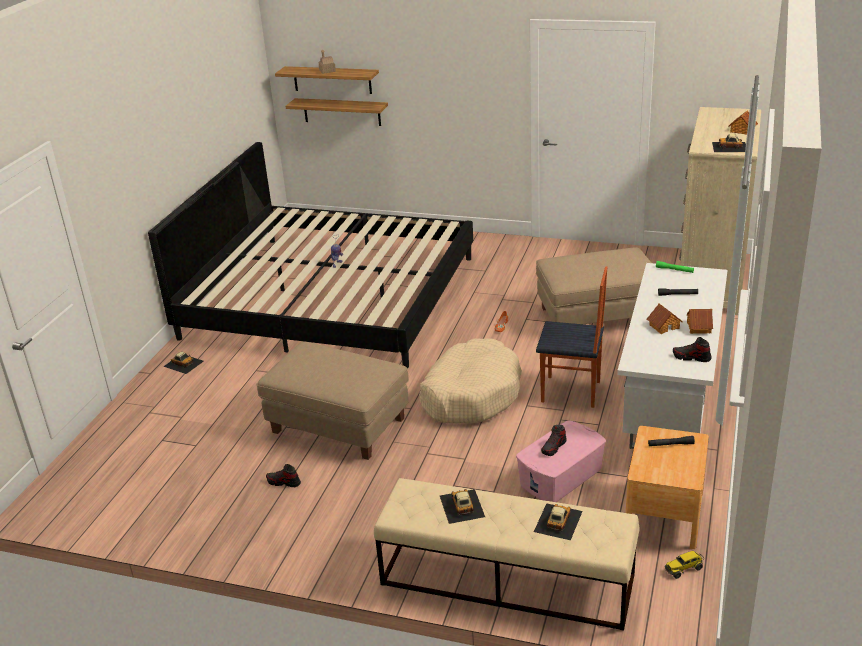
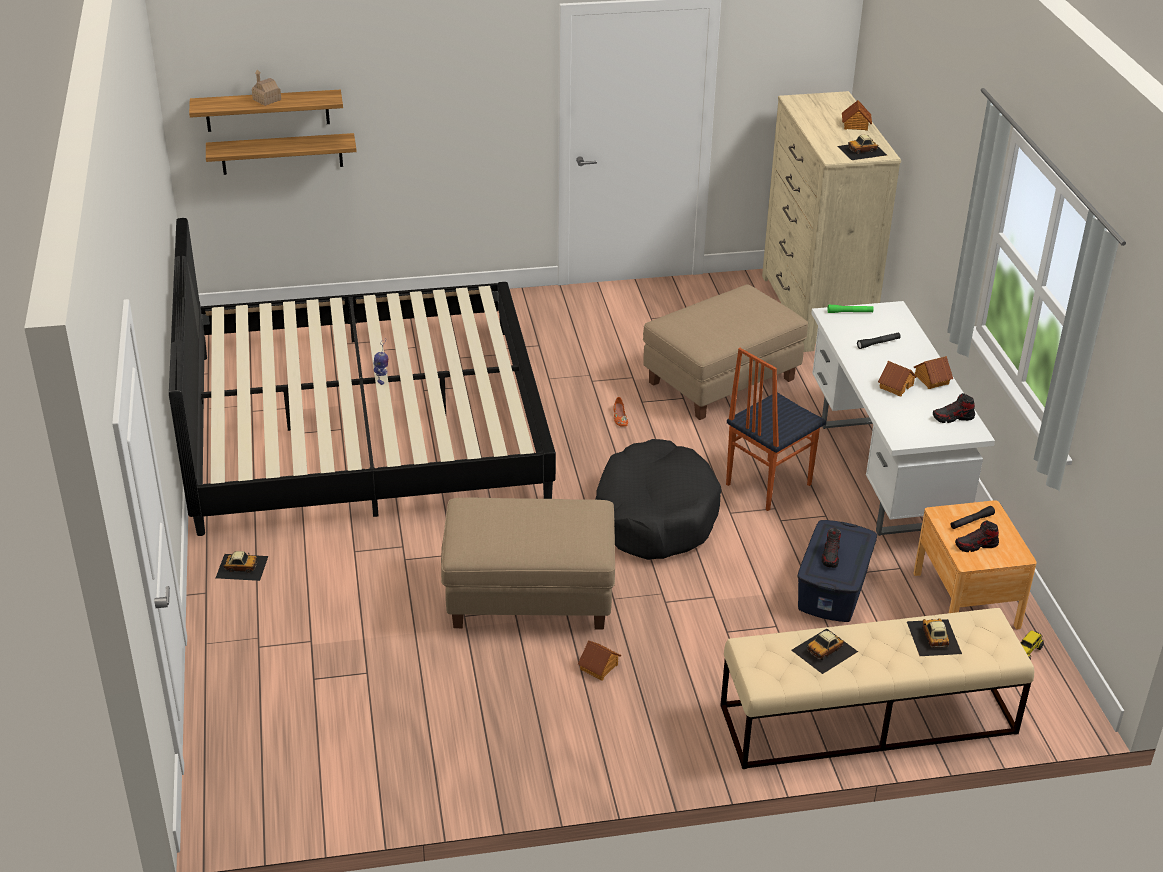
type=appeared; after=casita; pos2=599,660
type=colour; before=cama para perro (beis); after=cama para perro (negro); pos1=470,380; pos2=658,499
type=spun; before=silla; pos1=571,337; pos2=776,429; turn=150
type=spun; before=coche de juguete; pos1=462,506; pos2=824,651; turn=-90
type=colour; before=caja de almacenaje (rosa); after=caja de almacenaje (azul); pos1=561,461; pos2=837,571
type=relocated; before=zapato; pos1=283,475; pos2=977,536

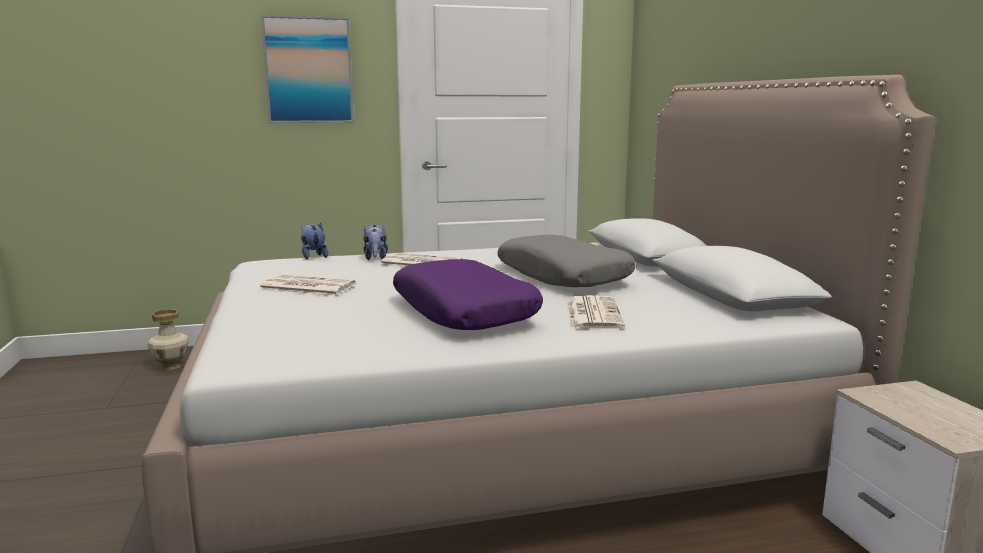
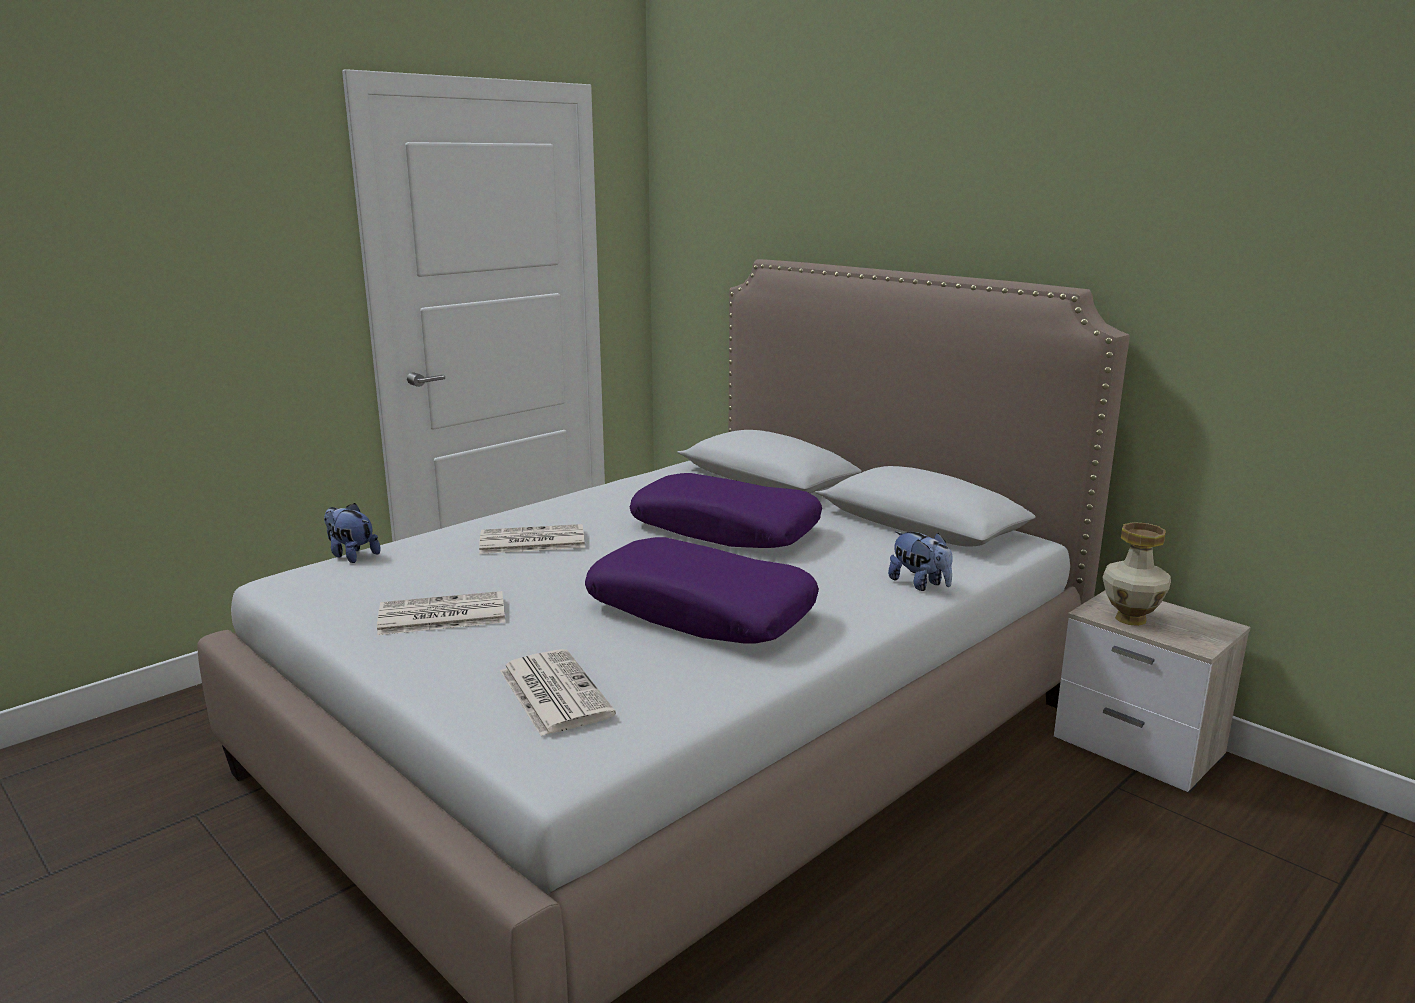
type=relocated; before=periódico; pos1=596,312; pos2=558,692
type=colour; before=cojín (gris); after=cojín (morado); pos1=566,261; pos2=726,510
type=relocated; before=peluche; pos1=375,242; pos2=920,561
type=relocated; before=florero; pos1=168,339; pos2=1136,574
type=missing; before=cuadro; pos1=307,69

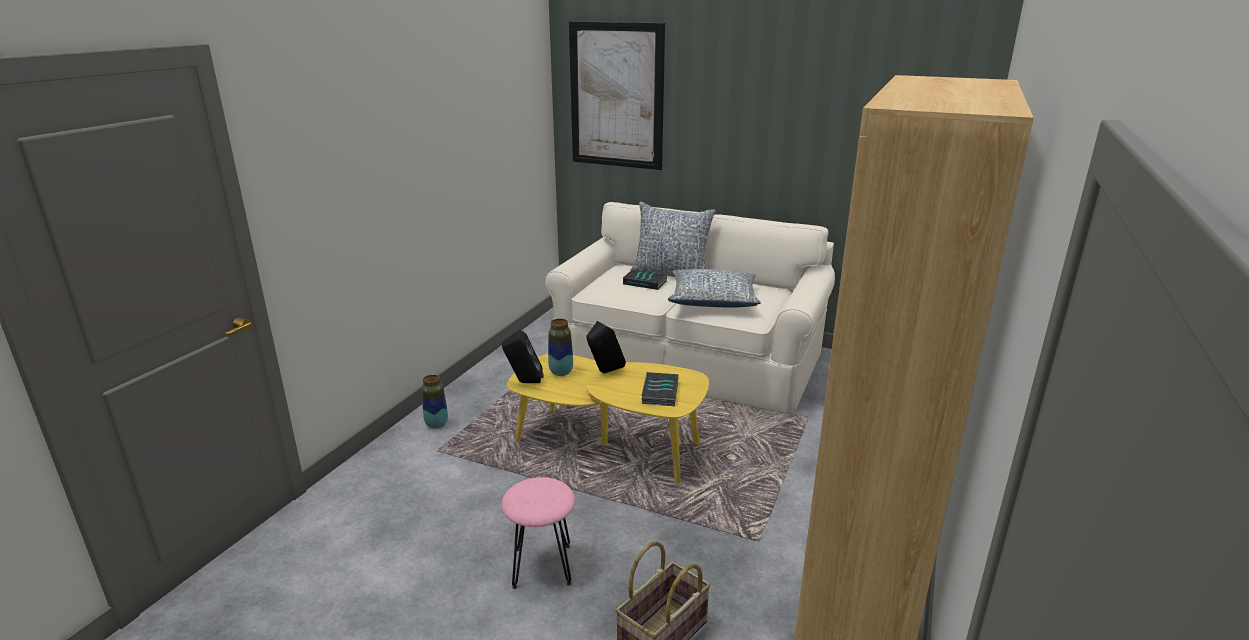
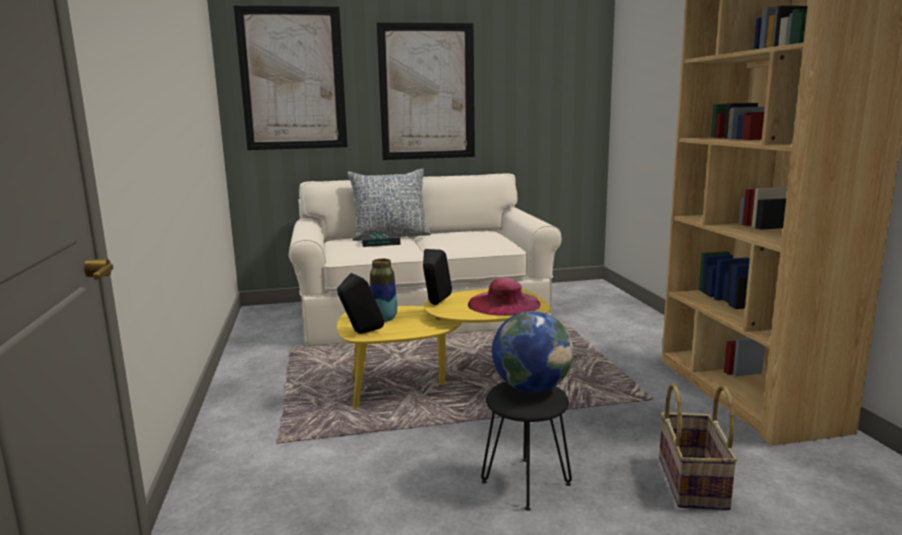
type=appeared; after=cuadro; pos2=425,91
type=exchanged; before=libro; after=sombrero (rosa); pos1=660,389; pos2=504,297
type=colour; before=taburete (rosa); after=taburete (negro); pos1=538,533; pos2=526,446
type=appeared; after=globo terráqueo; pos2=533,352
type=missing; before=florero; pos1=434,402
type=missing; before=cojín; pos1=714,288

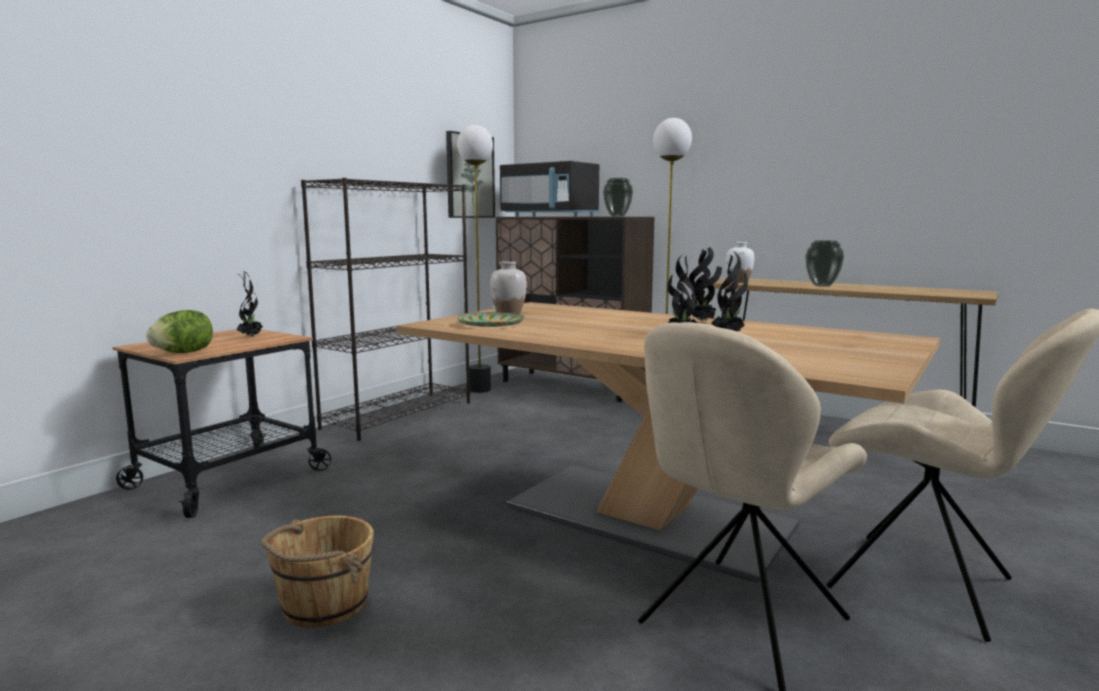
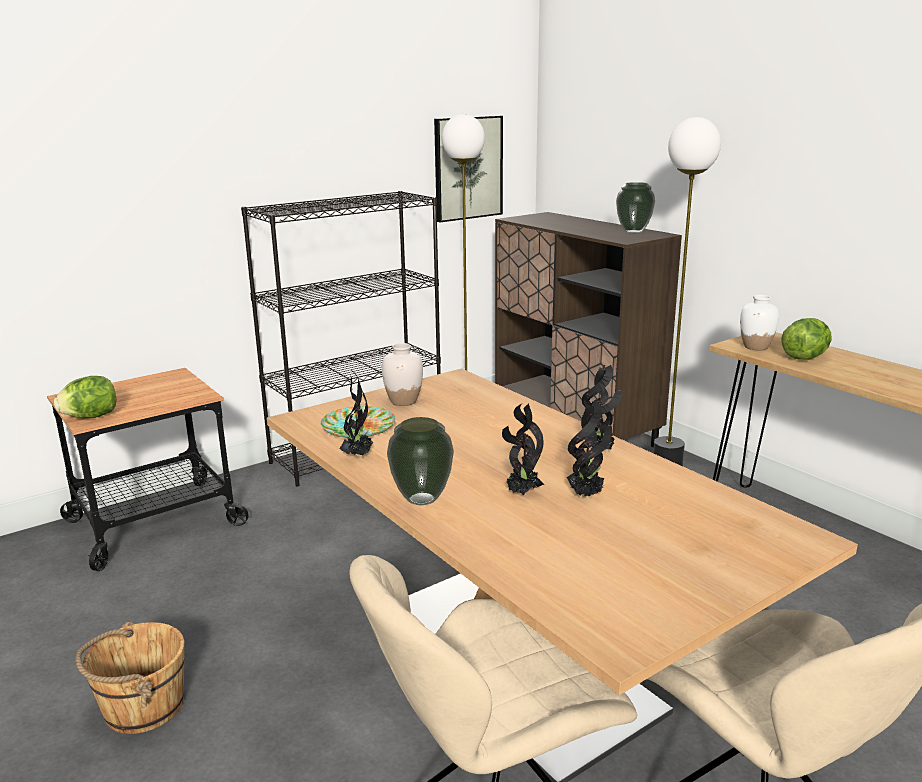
type=relocated; before=planta en maceta; pos1=249,304; pos2=356,412
type=relocated; before=florero; pos1=824,263; pos2=420,461
type=appeared; after=lechuga; pos2=806,339
type=missing; before=microondas (negro); pos1=549,189

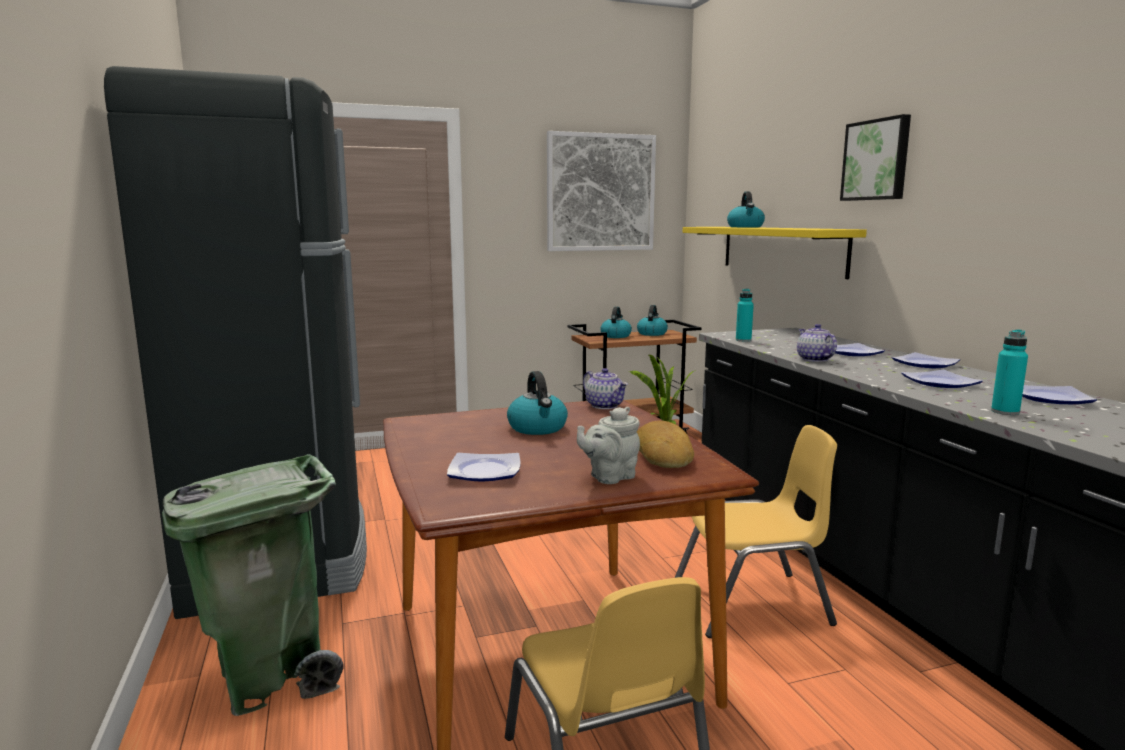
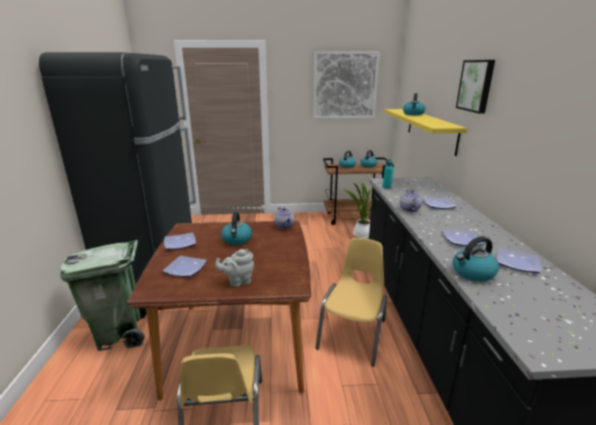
type=relocated; before=plato; pos1=926,360; pos2=180,241
type=spun; before=silla (amarillo); pos1=756,531; pos2=351,302; turn=-75
type=exchanged; before=botella (turquesa); after=hervidor; pos1=1009,372; pos2=476,259
type=missing; before=pan; pos1=665,444

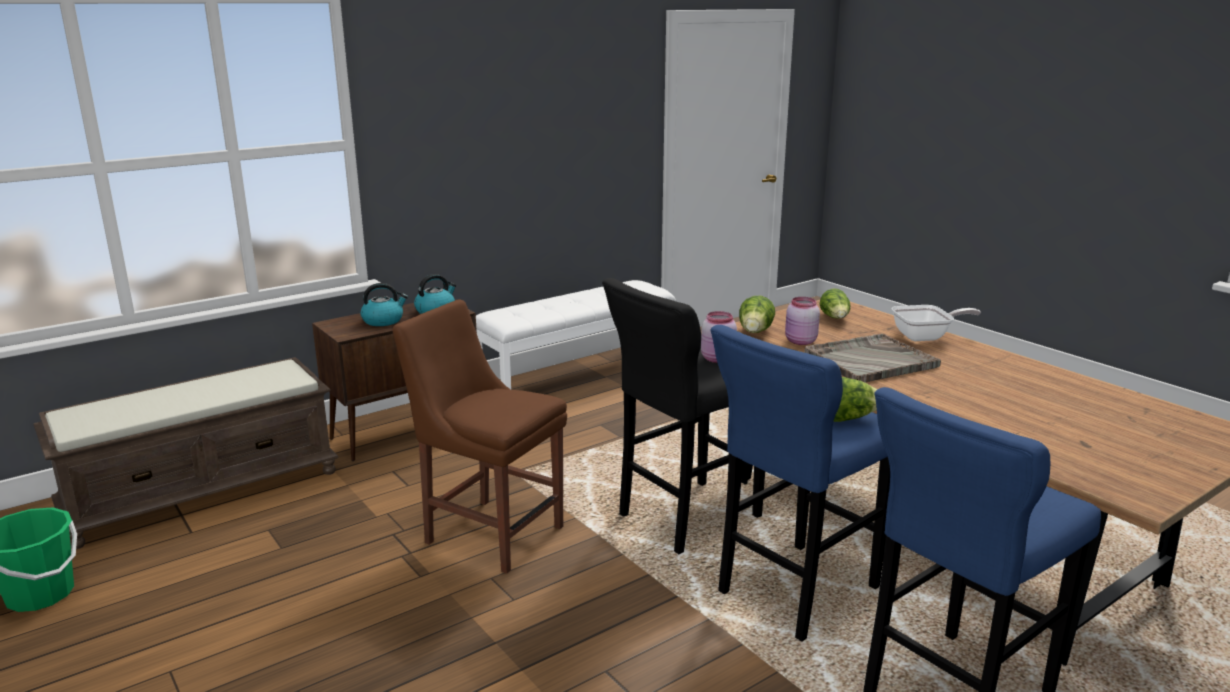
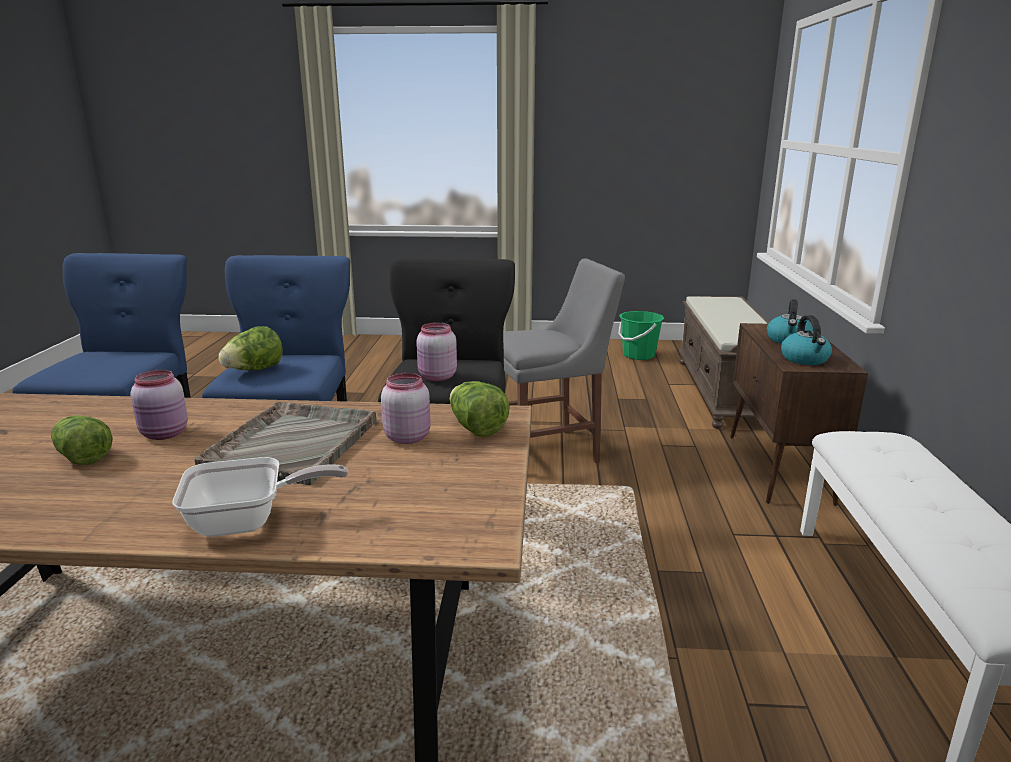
type=relocated; before=lechuga; pos1=835,304; pos2=82,440
type=appeared; after=tarro (rosa); pos2=159,405
type=spun; before=sartén; pos1=936,323; pos2=260,497; turn=-135
type=colour; before=silla (marrón); after=silla (gris); pos1=480,437; pos2=564,360

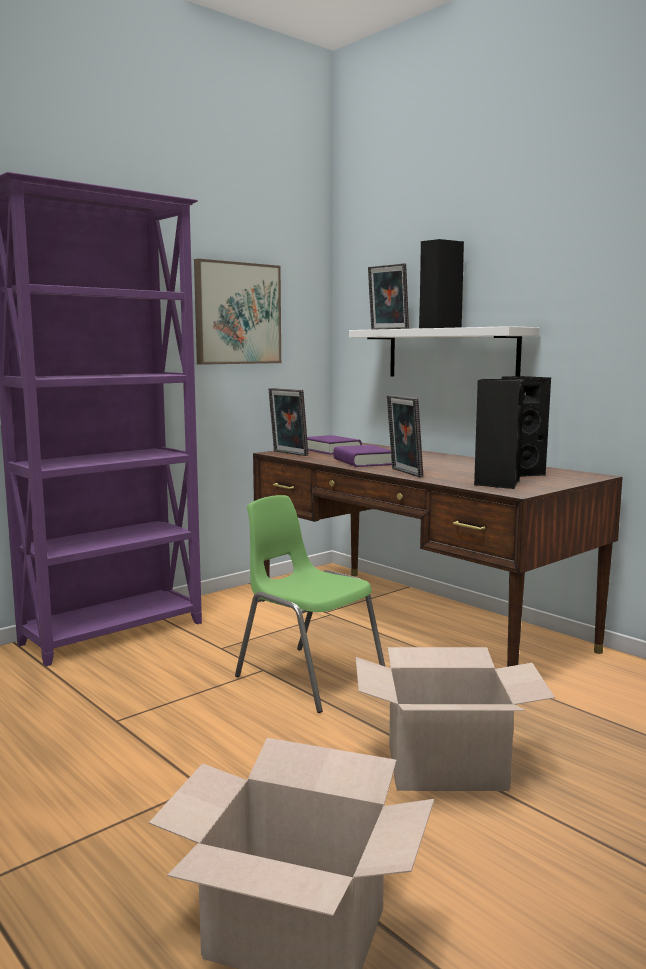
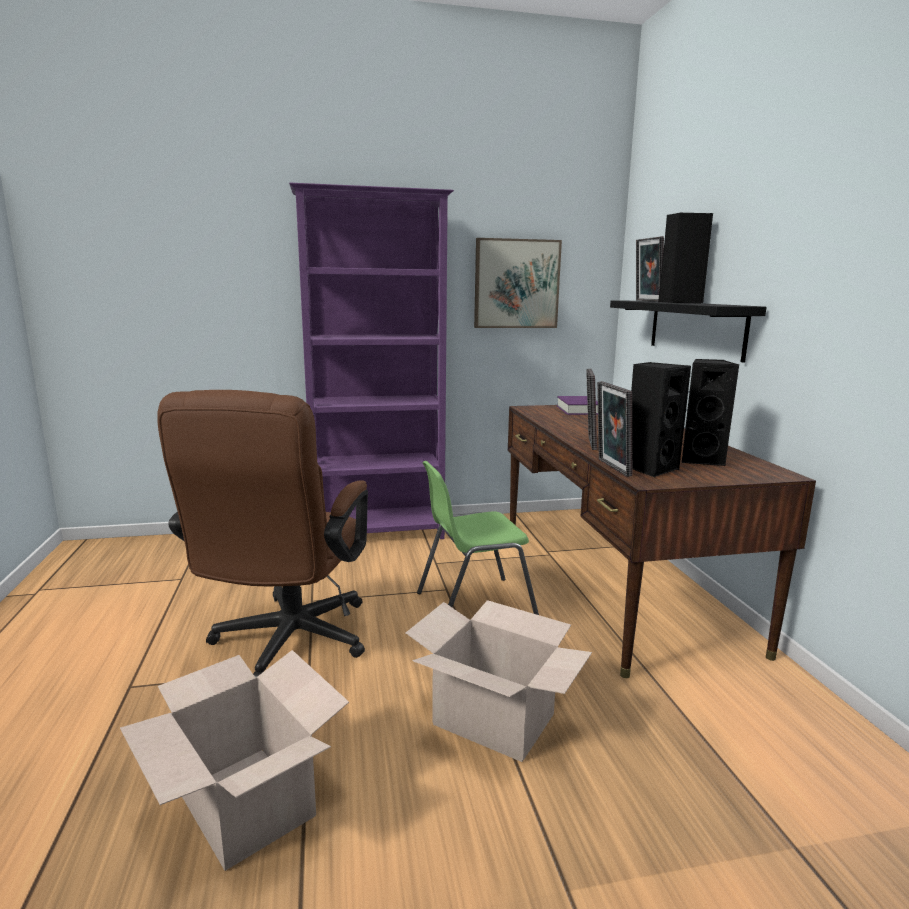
type=appeared; after=silla de oficina (marrón); pos2=262,534
type=spun; before=silla (verde); pos1=310,604; pos2=478,538; turn=-90
type=relocated; before=portarretratos; pos1=288,422; pos2=614,429
type=colour; before=estante (blanco); after=estante (negro); pos1=444,351; pos2=688,331
type=missing; before=libro (morado); pos1=362,456

